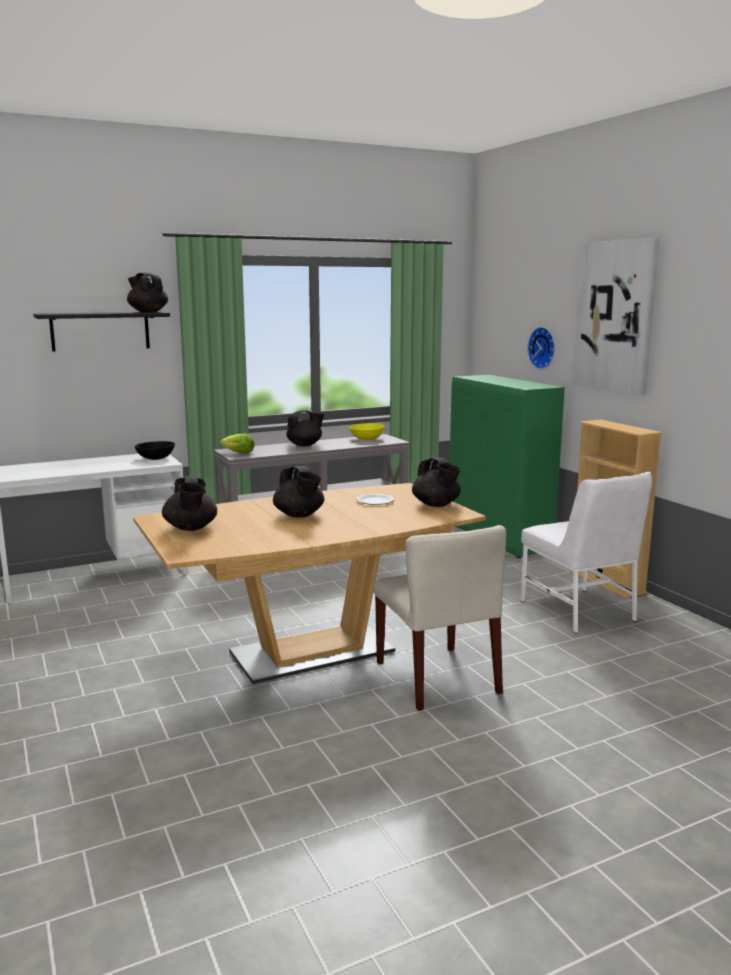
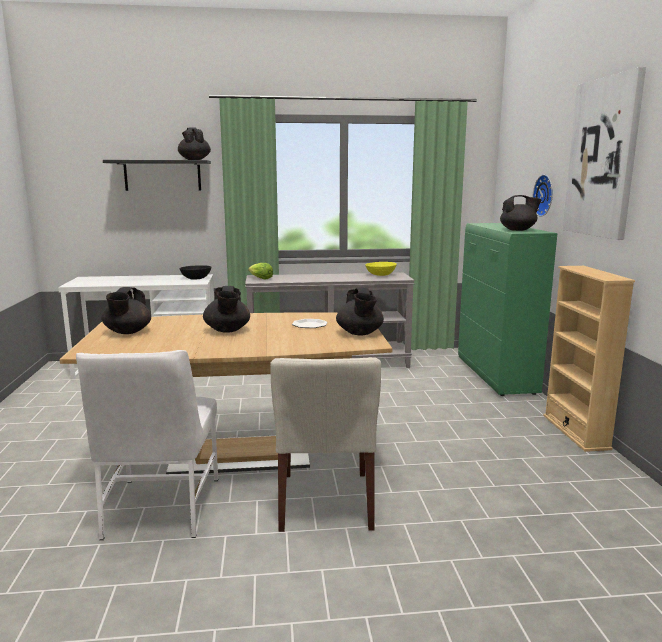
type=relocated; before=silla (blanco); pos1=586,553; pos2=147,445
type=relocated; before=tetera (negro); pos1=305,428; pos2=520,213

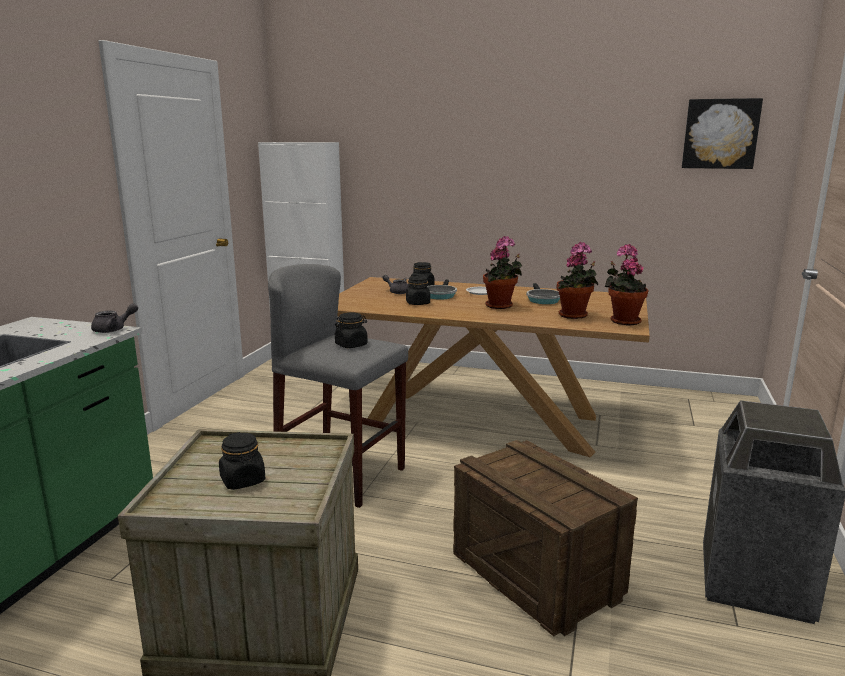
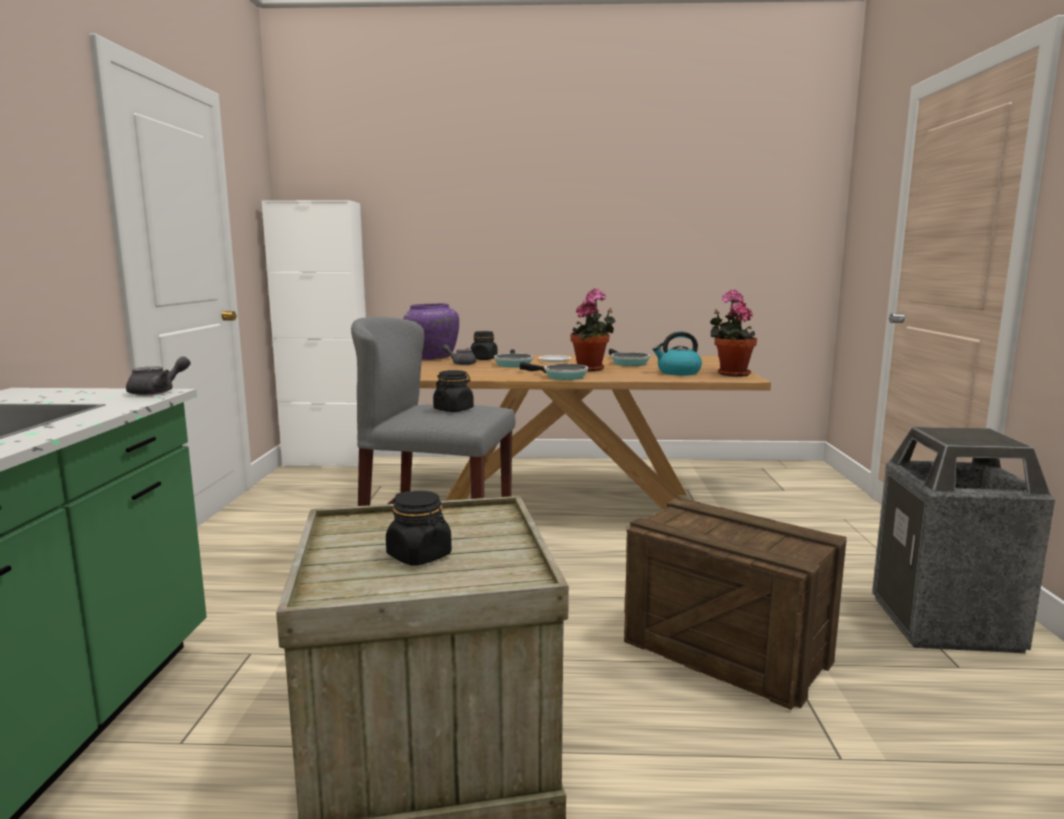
type=appeared; after=florero (morado); pos2=431,331
type=appeared; after=sartén; pos2=554,371
type=exchanged; before=planta en maceta; after=hervidor; pos1=577,280; pos2=677,353
type=missing; before=tarro (negro); pos1=418,290
type=missing; before=cuadro; pos1=722,133

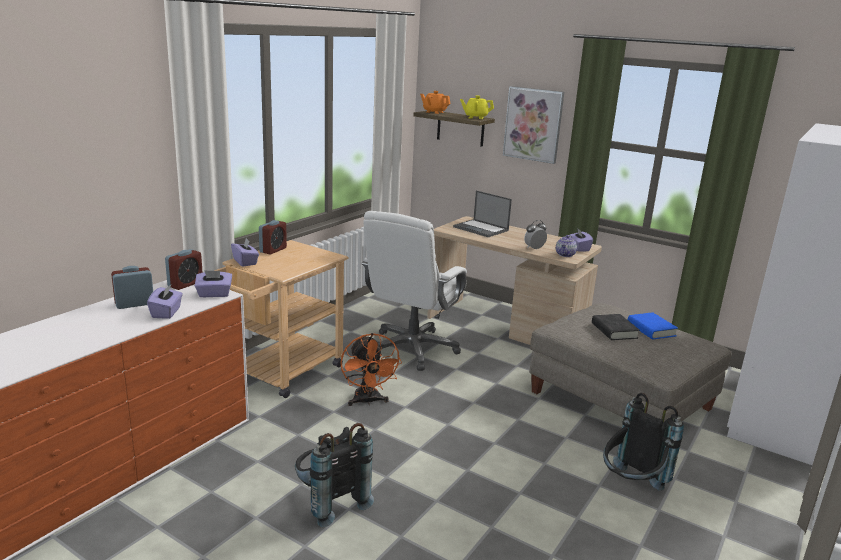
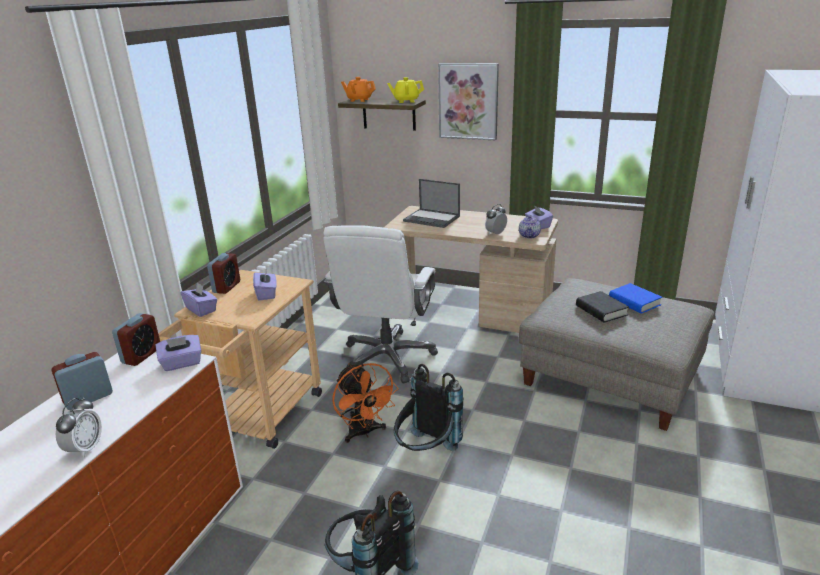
type=appeared; after=despertador; pos2=79,428
type=relocated; before=caja de pañuelos (morado); pos1=165,301; pos2=265,285
type=relocated; before=mochila (negro); pos1=643,442; pos2=428,407

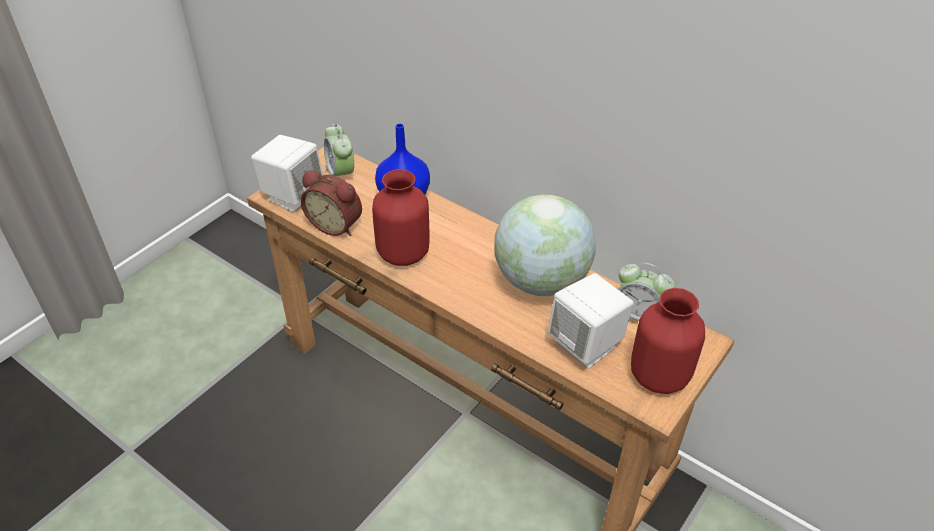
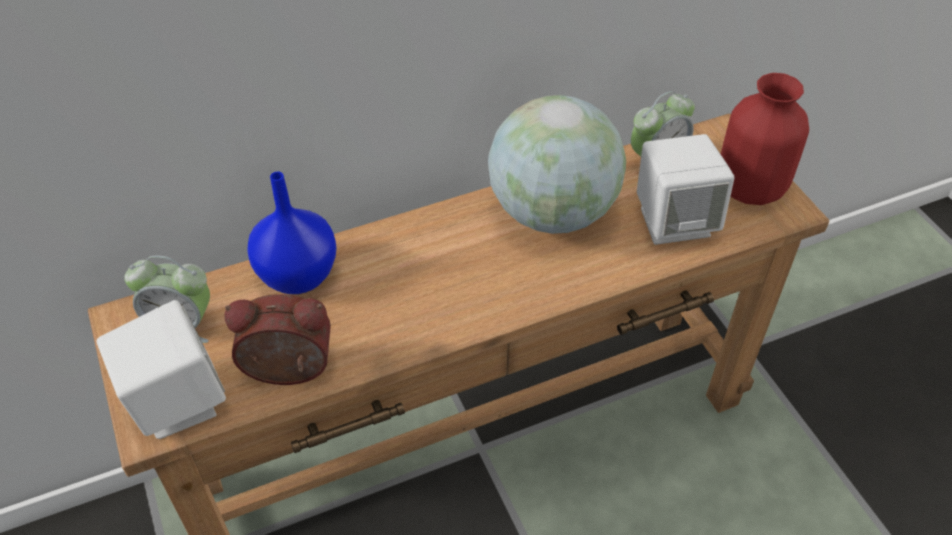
type=spun; before=despertador; pos1=331,203; pos2=277,339; turn=-150
type=missing; before=florero (rojo); pos1=401,217

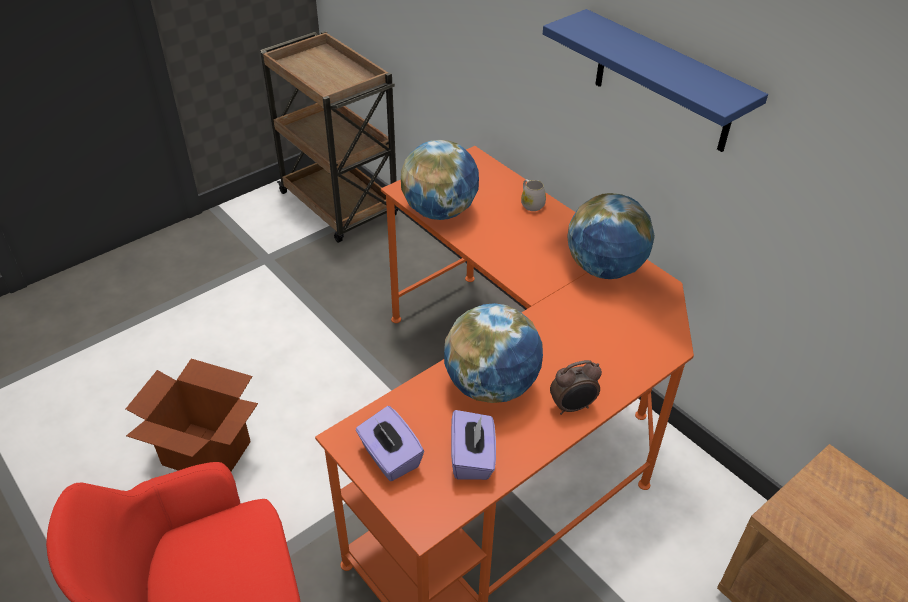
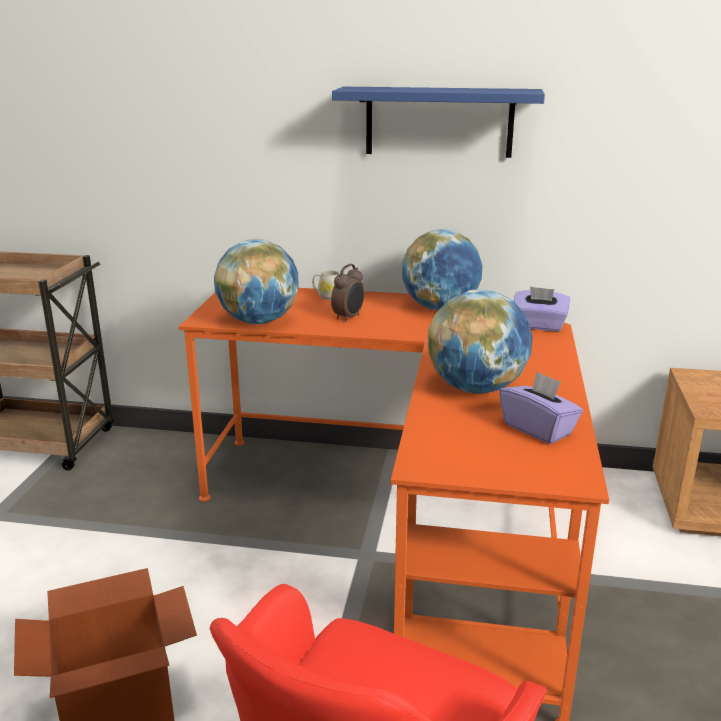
type=relocated; before=despertador; pos1=576,387; pos2=347,293
type=relocated; before=caja de pañuelos (morado); pos1=390,443; pos2=542,308

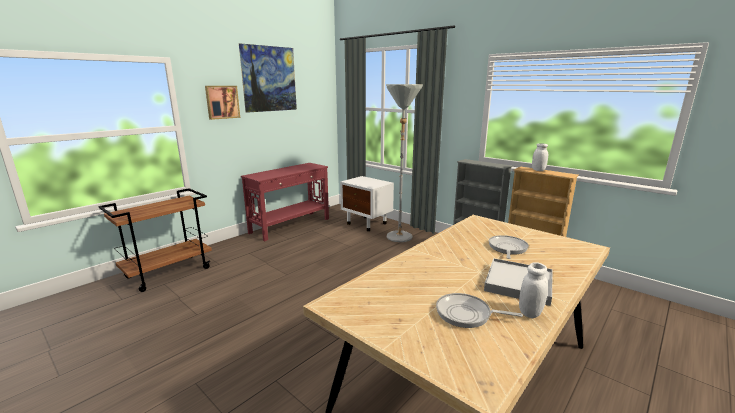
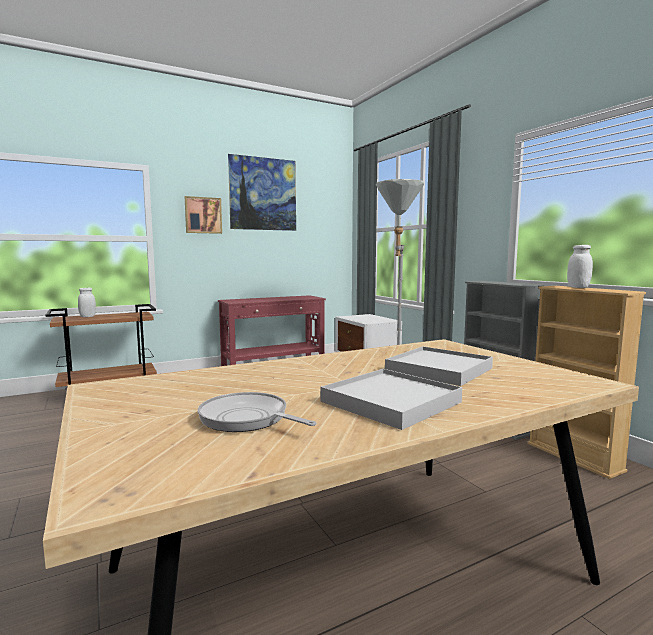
type=relocated; before=tarro (blanco); pos1=533,290; pos2=87,302
type=exchanged; before=sartén; after=bandeja (blanco); pos1=509,247; pos2=439,366

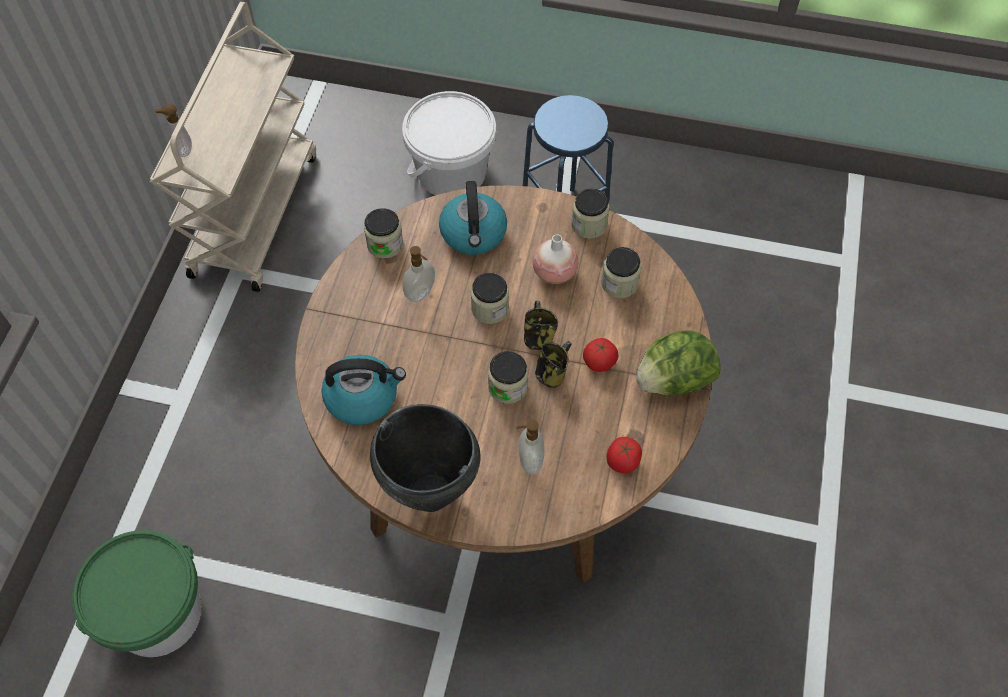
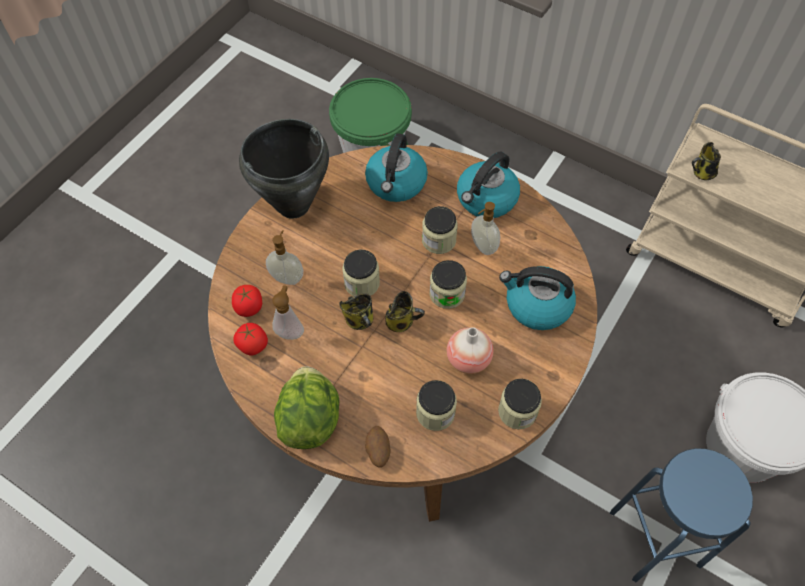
type=relocated; before=tomate; pos1=601,355; pos2=247,301
type=relocated; before=dispensador de jabón; pos1=173,130; pos2=288,312
type=appeared; after=patata; pos2=377,447
type=relocated; before=tarro; pos1=383,233; pos2=440,230
type=appeared; after=hervidor; pos2=488,185
type=appeared; after=taza grande; pos2=706,161

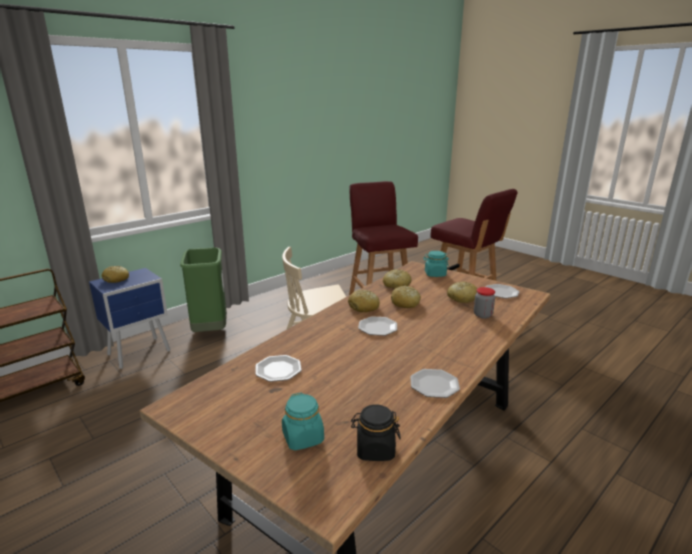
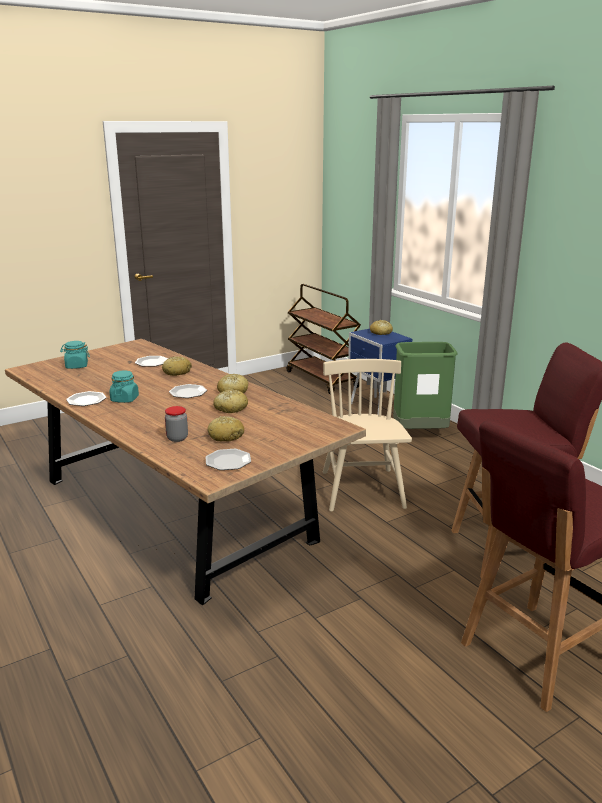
type=relocated; before=tarro (turquesa); pos1=436,264; pos2=124,386
type=relocated; before=pan; pos1=397,279; pos2=177,366
type=missing; before=tarro (negro); pos1=376,433

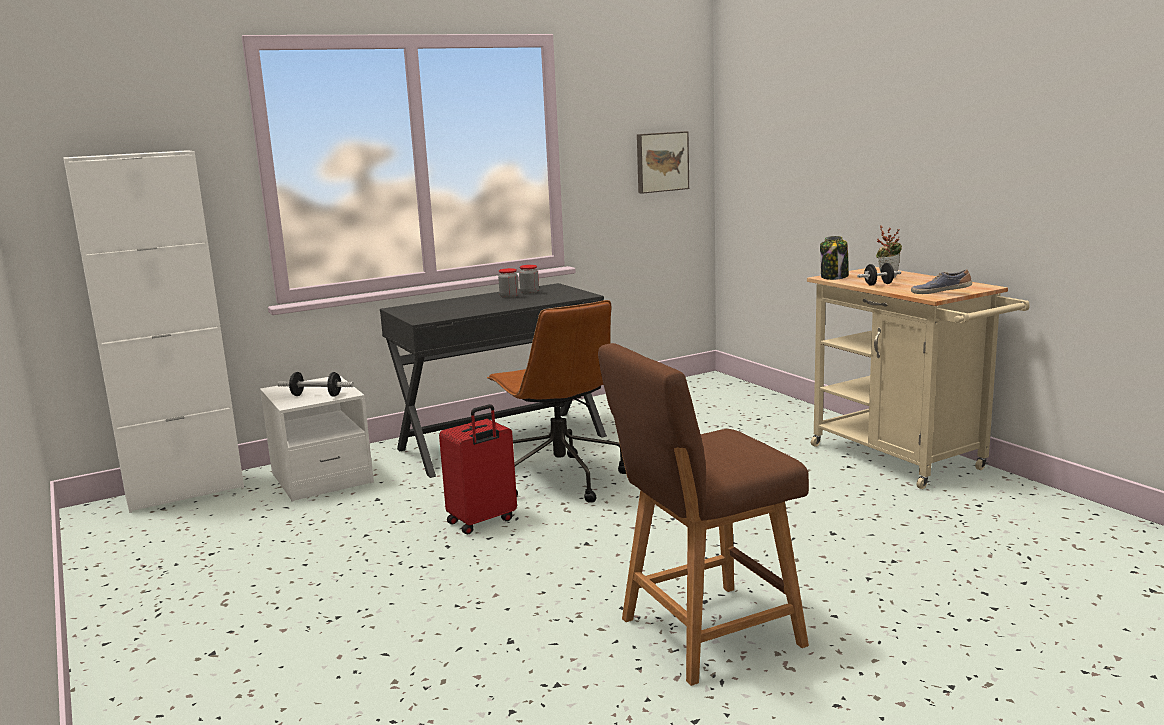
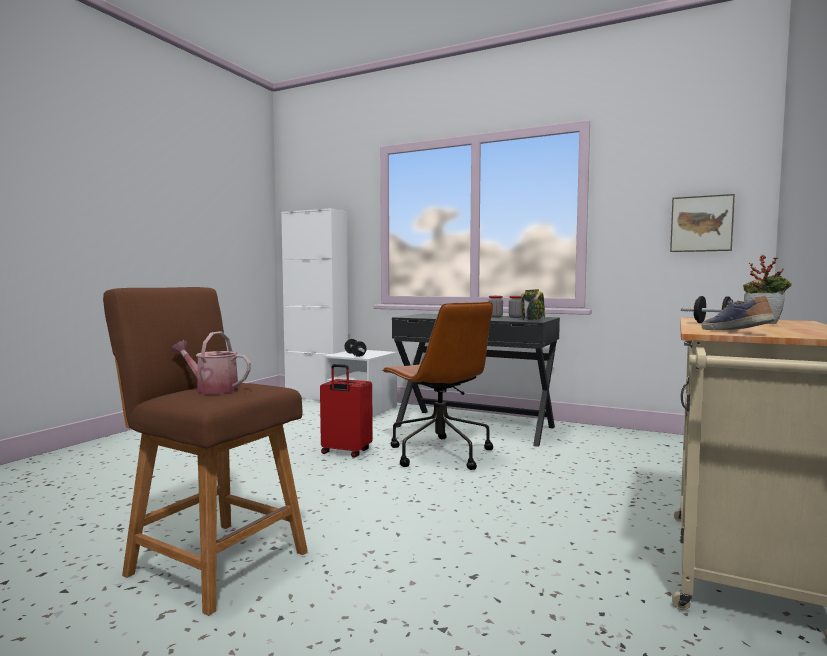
type=appeared; after=regadera; pos2=211,362
type=spun; before=silla de oficina (marrón); pos1=556,401; pos2=437,386; turn=-60
type=relocated; before=tarro; pos1=834,258; pos2=533,304

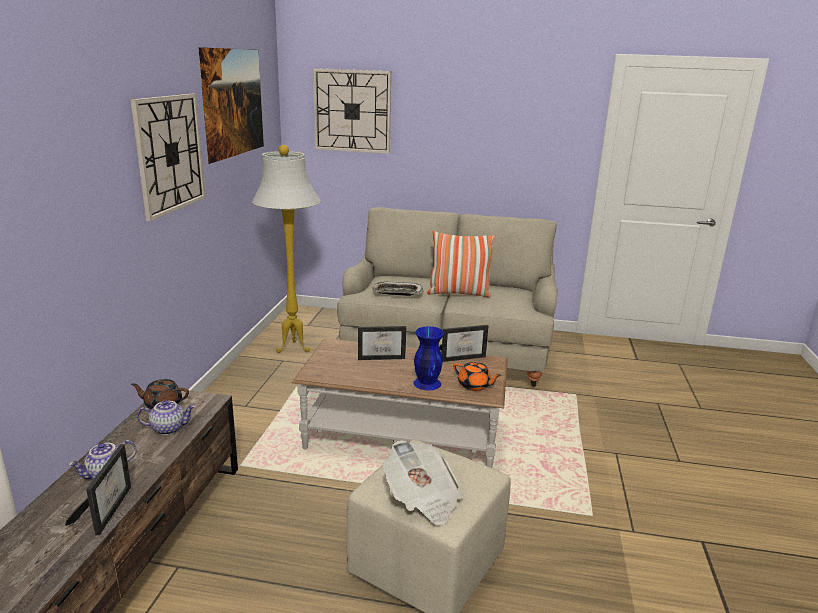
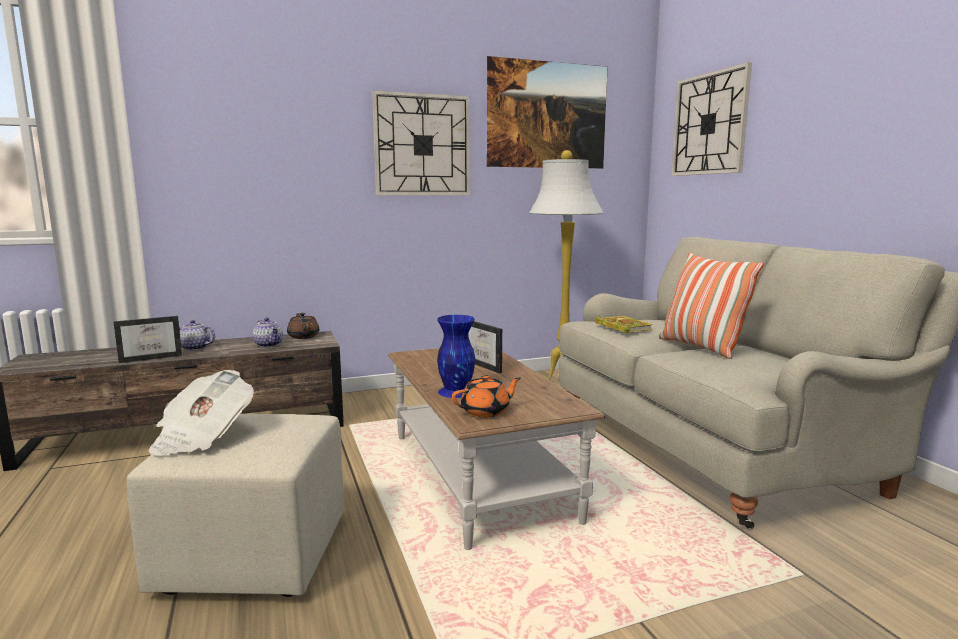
type=spun; before=tetera (naranja); pos1=477,376; pos2=486,396; turn=-120
type=exchanged; before=bandeja; after=libro; pos1=397,289; pos2=624,325
type=missing; before=portarretratos; pos1=463,343

